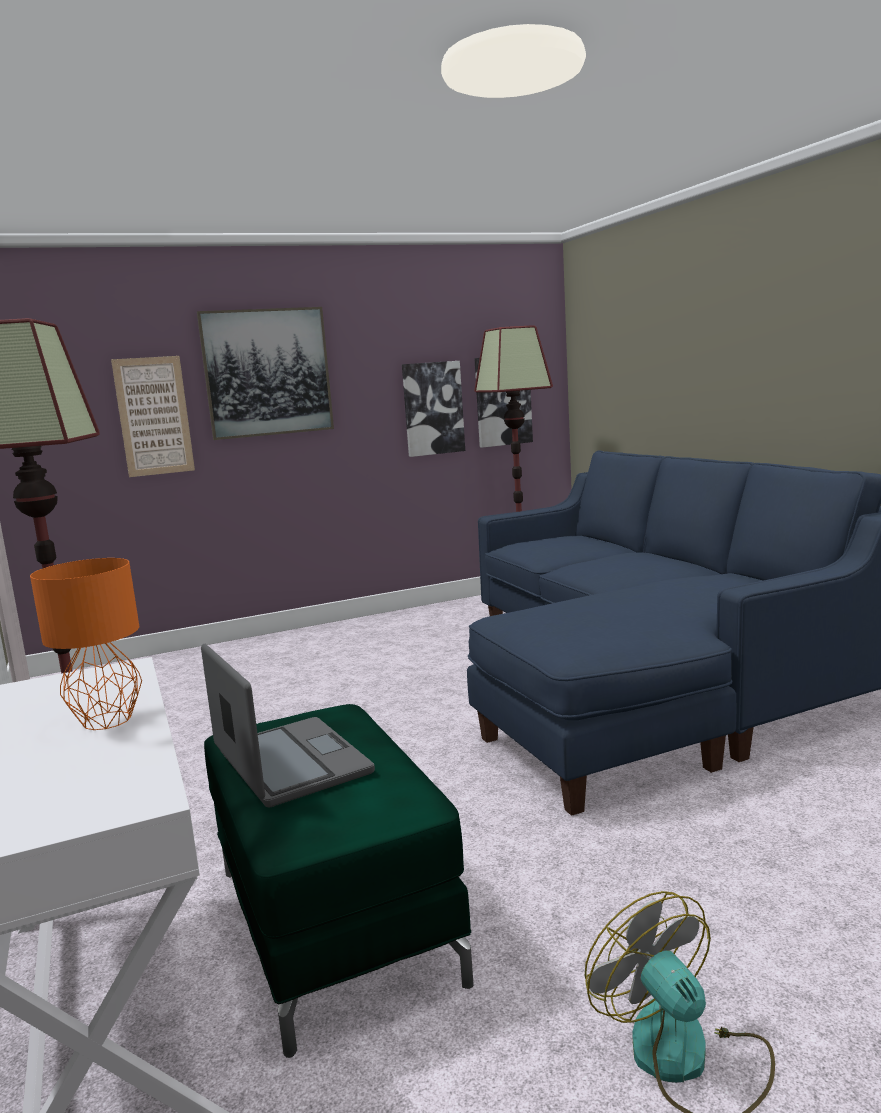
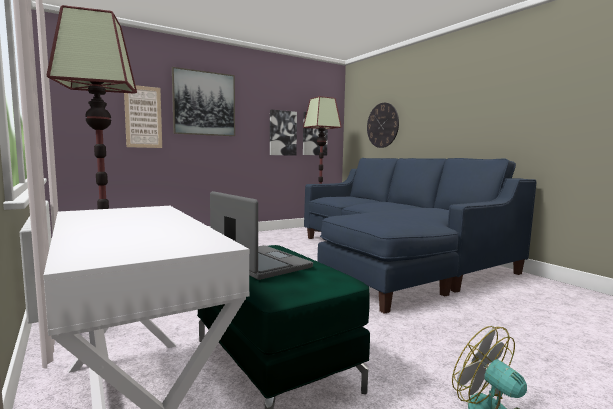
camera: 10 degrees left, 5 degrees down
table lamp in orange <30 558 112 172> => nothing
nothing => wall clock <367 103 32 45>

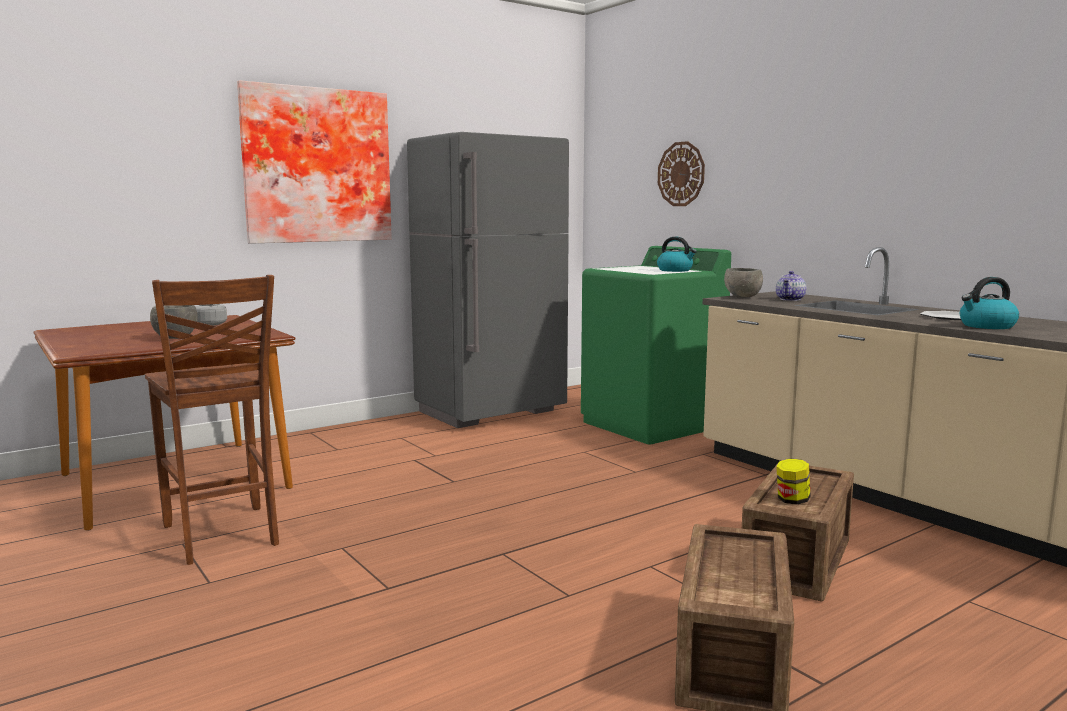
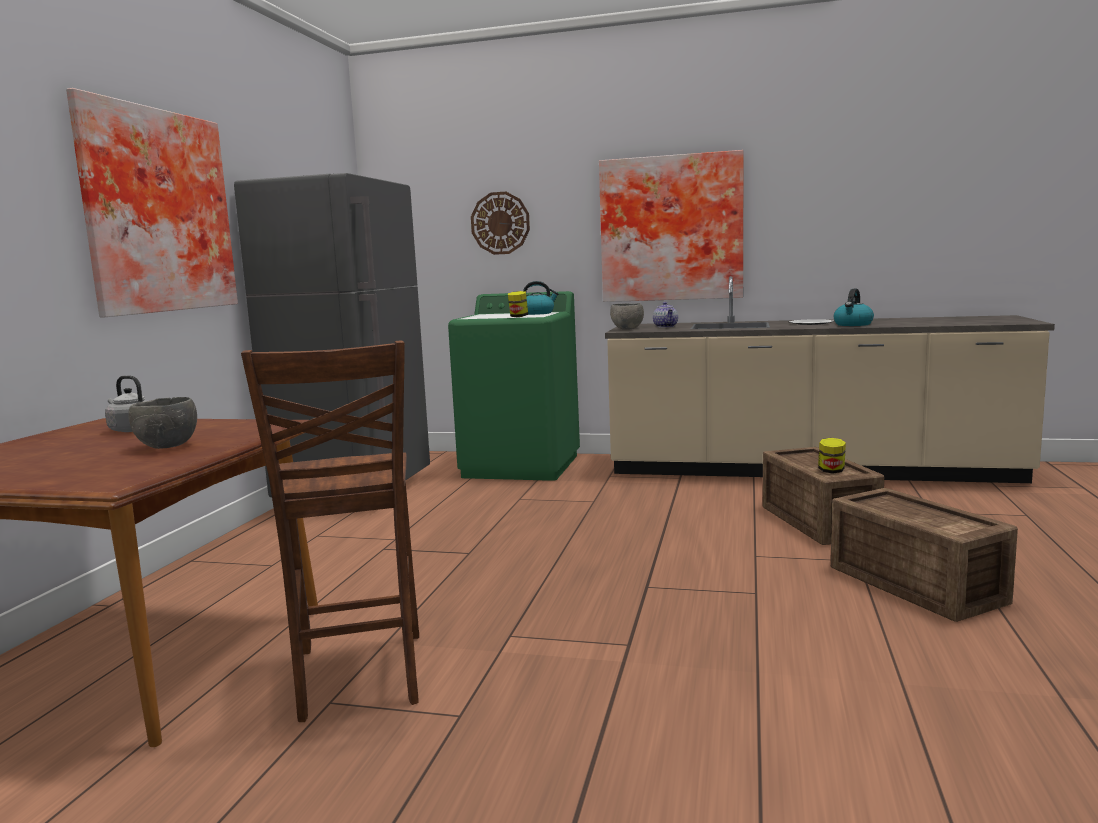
camera: 40 degrees left, 0 degrees up
nothing => jar <508 291 20 26>
nothing => picture <599 150 145 152>
chair in brown <145 275 134 290> => chair in brown <241 341 178 381>, 60 degrees clockwise

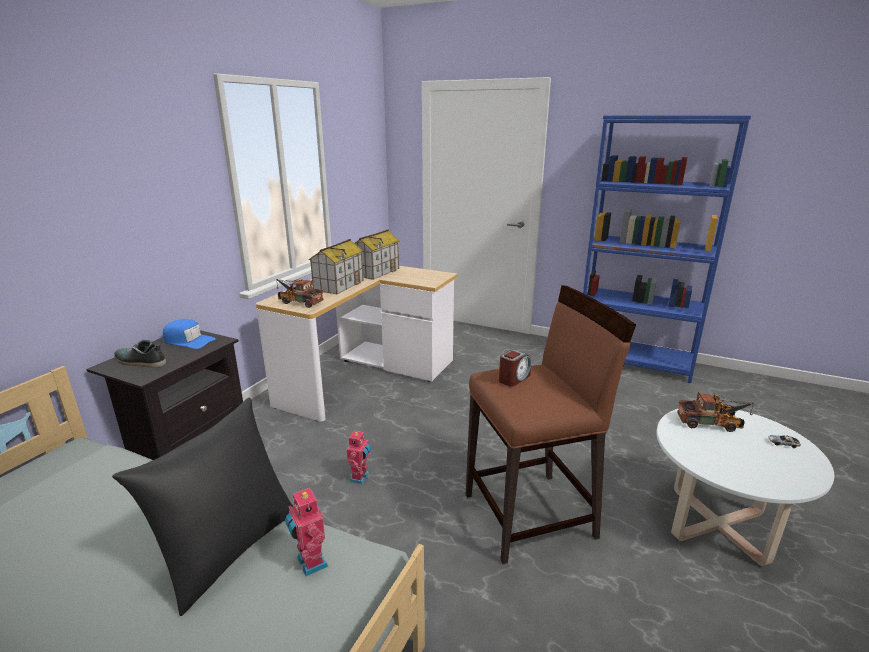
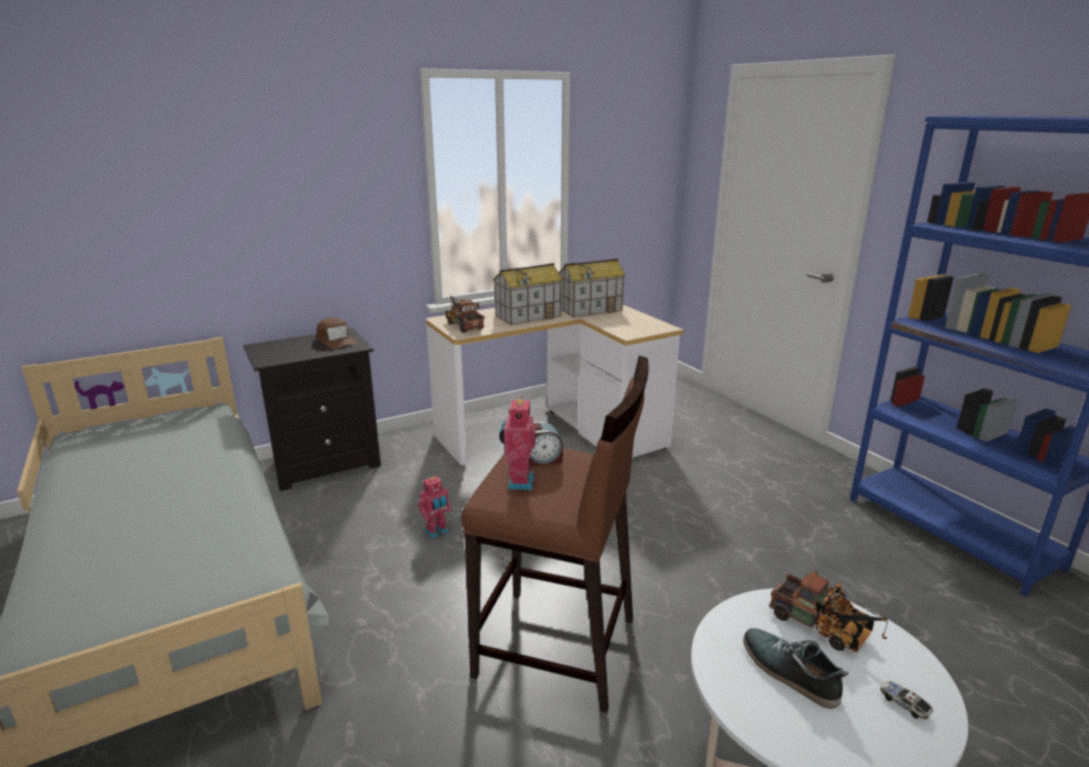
camera: 35 degrees right, 0 degrees up
pillow in black <112 398 181 218> => nothing
shoe <114 340 52 28> => shoe <743 628 106 81>, shifted
toy robot <285 487 43 89> => toy robot <499 396 36 94>, shifted
cap in blue <163 319 53 30> => cap in brown <317 318 40 31>

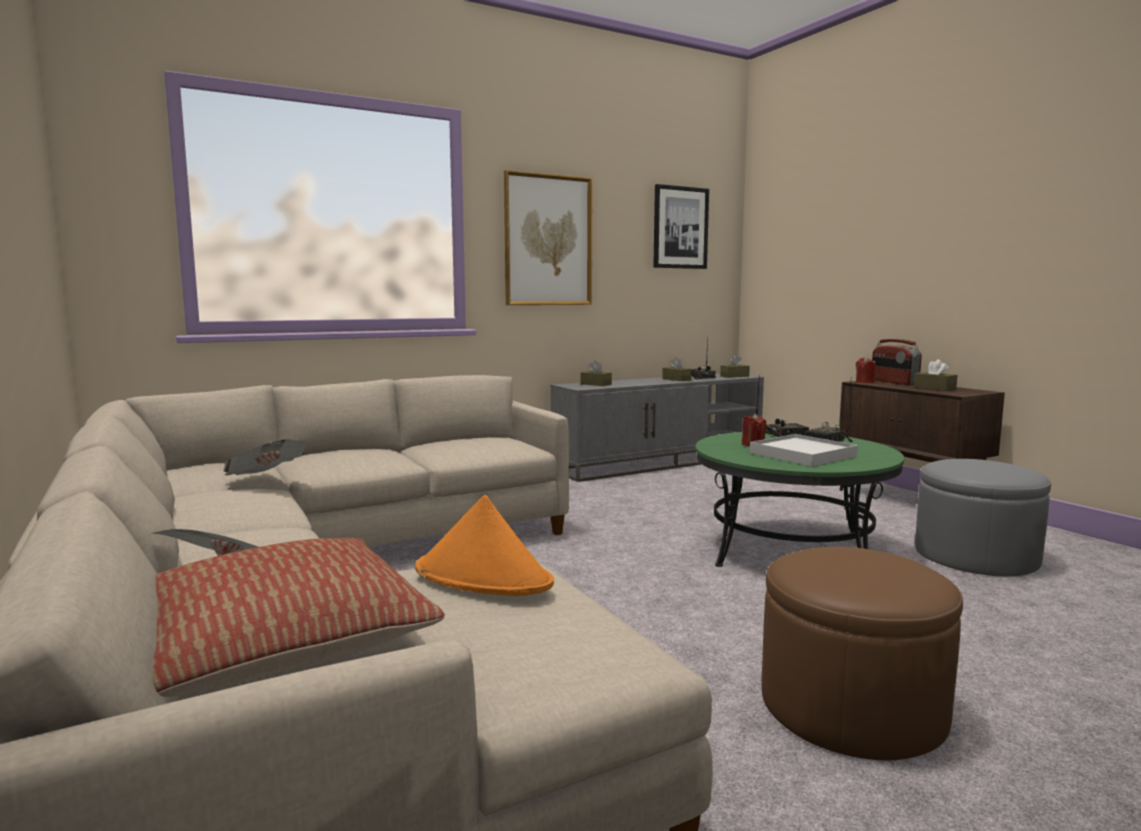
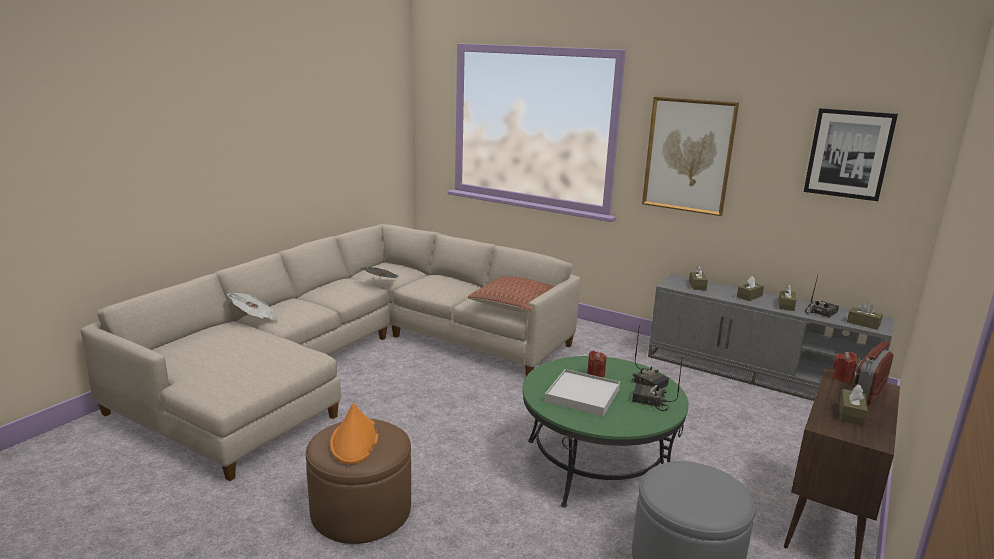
camera: 60 degrees right, 10 degrees up
nothing => tissue box in brown <737 276 27 25>
pillow <152 538 293 159> => pillow <468 276 87 36>, shifted
hat in orange <415 495 139 101> => hat in orange <330 403 48 61>, shifted

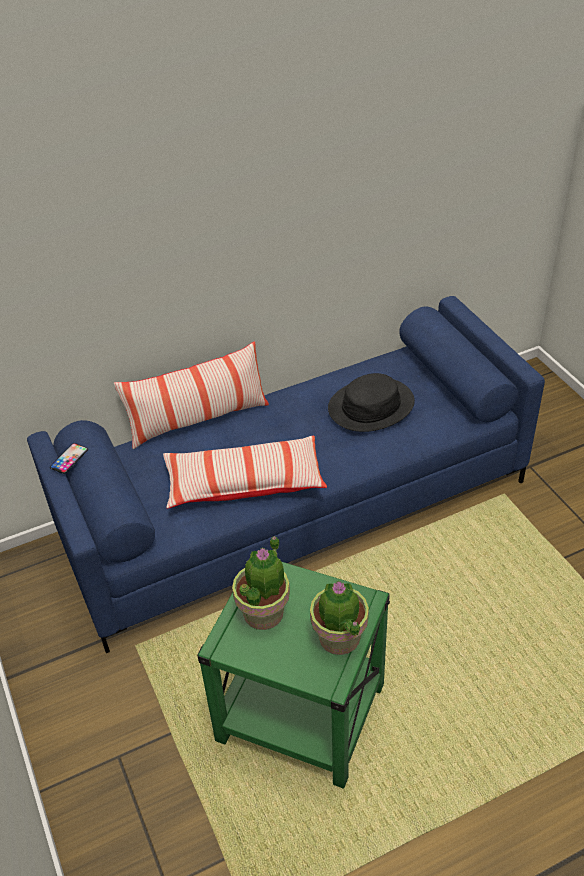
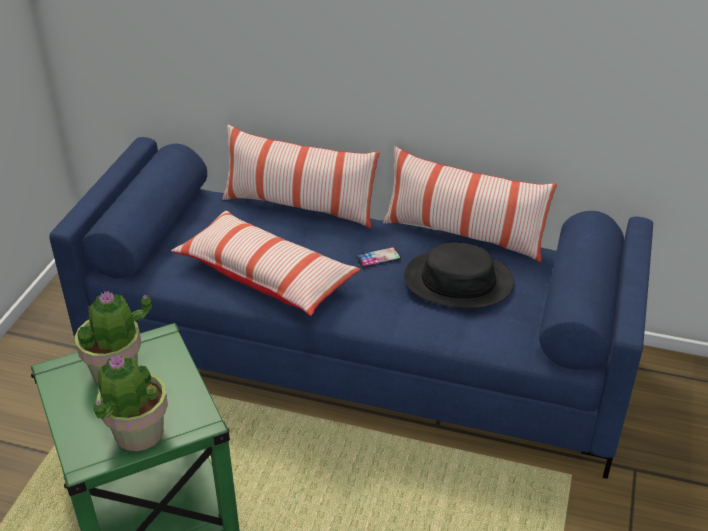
camera: 40 degrees right, 5 degrees down
nothing => pillow <383 146 174 116>
phone <50 443 38 31> => phone <356 247 45 21>, shifted

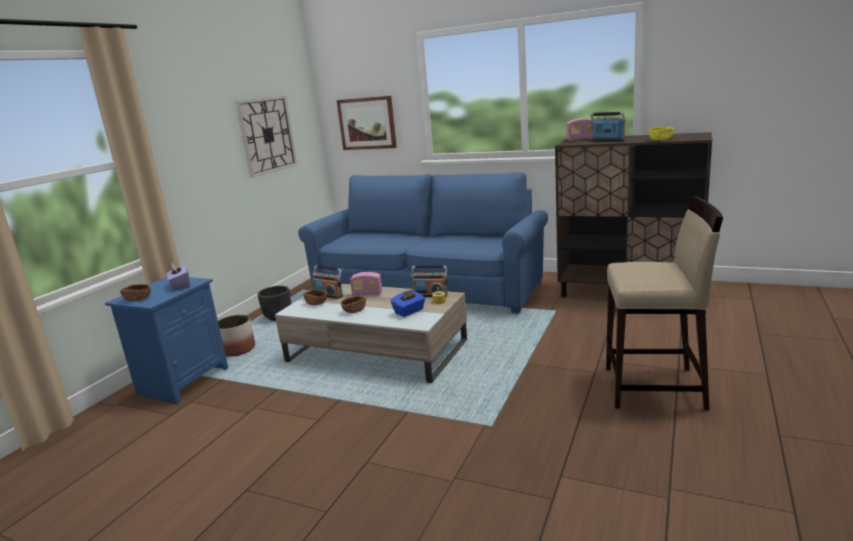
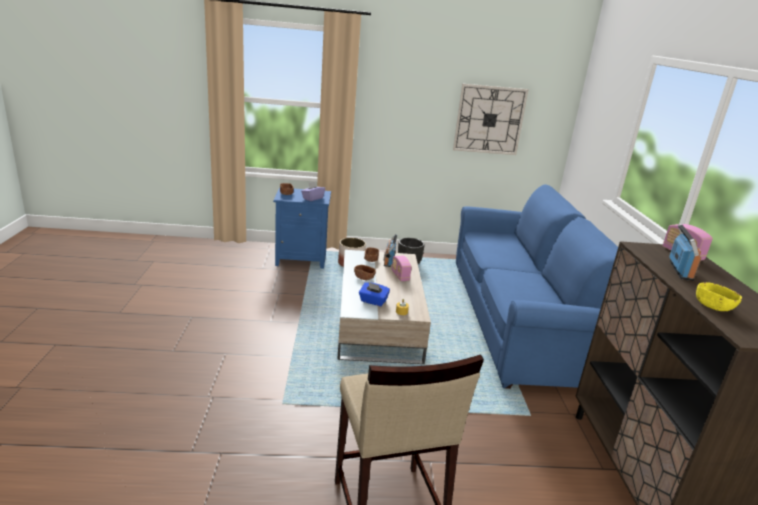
camera: 60 degrees right, 5 degrees up
picture <337 96 60 54> => nothing
radio <411 266 37 31> => nothing

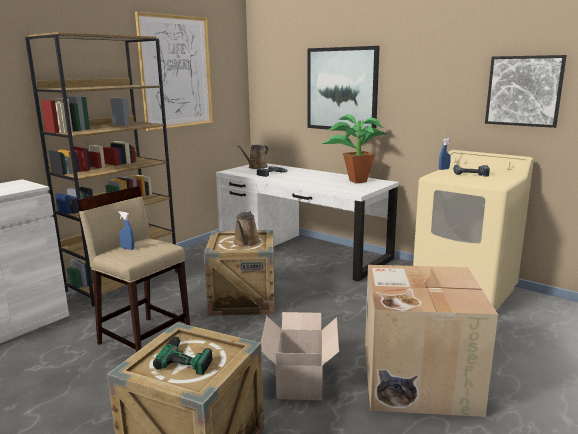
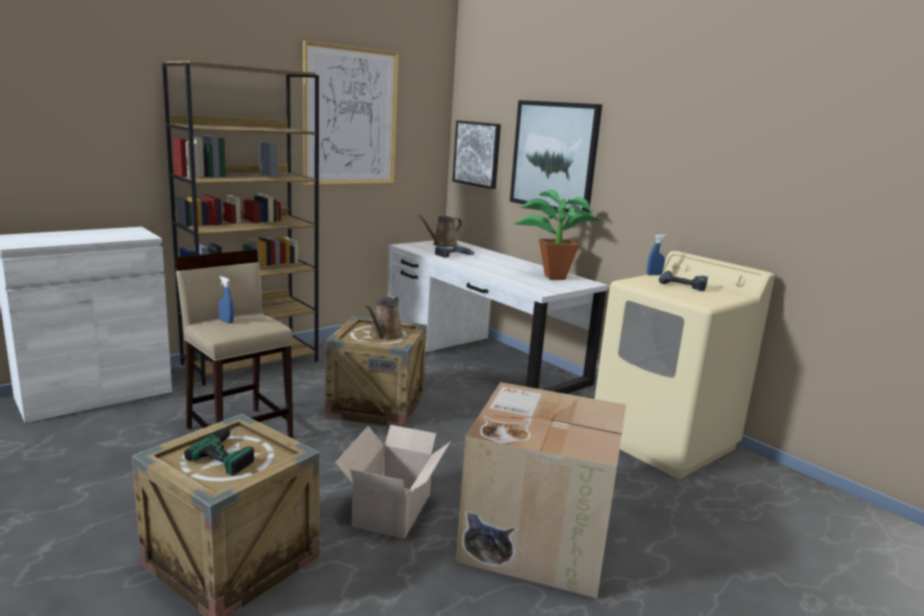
camera: 10 degrees right, 0 degrees up
picture <485 55 82 73> => picture <453 120 48 69>, shifted

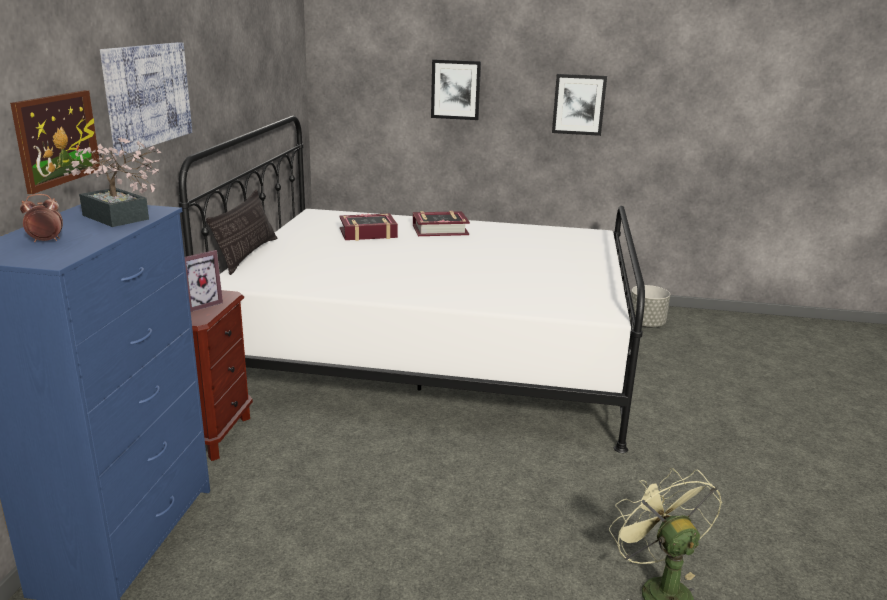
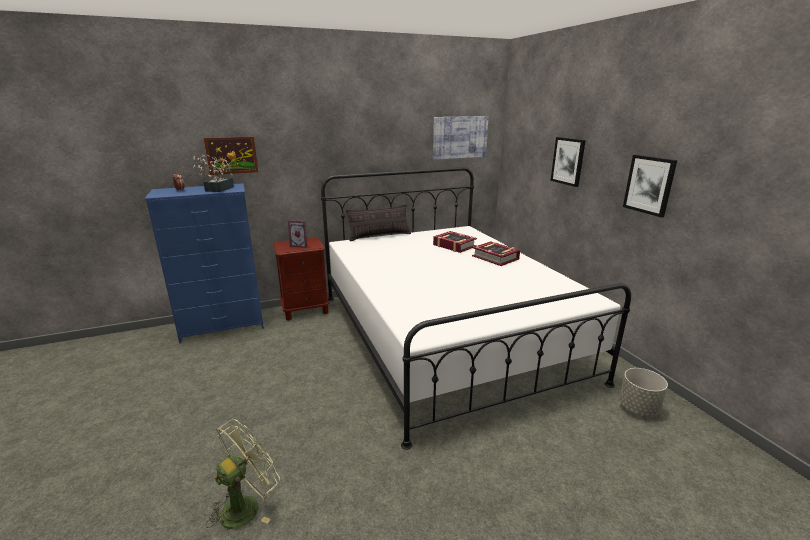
camera: 60 degrees right, 0 degrees up
picture <100 42 92 114> => picture <433 116 56 44>, shifted

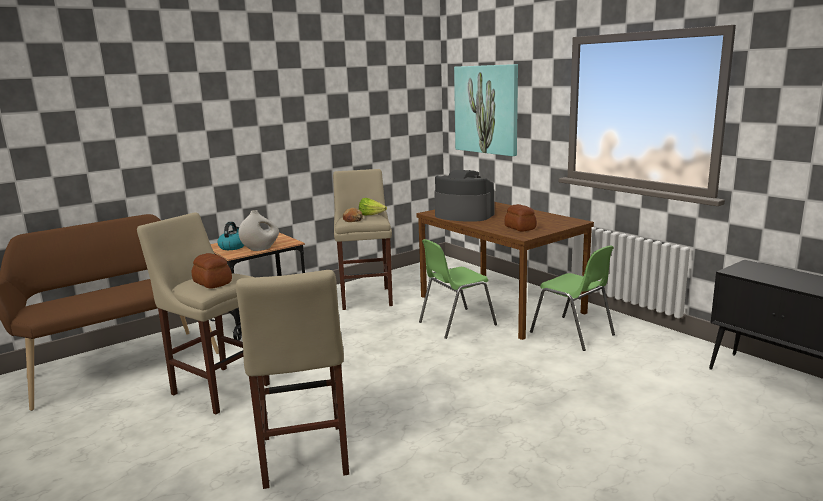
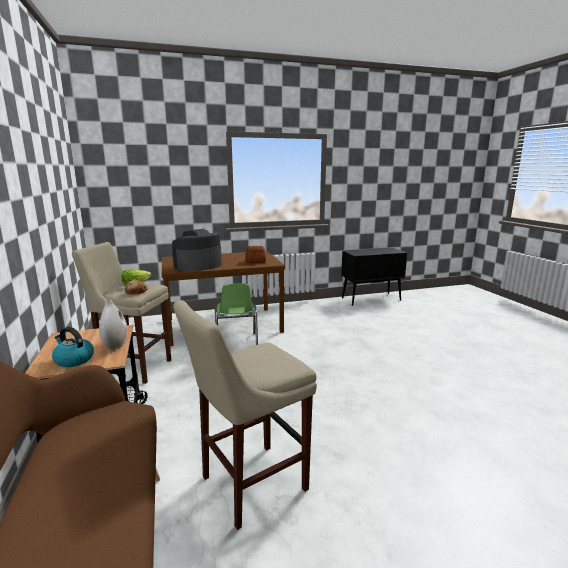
camera: 70 degrees left, 0 degrees up
bread <191 253 41 36> => nothing
stool in beige <236 270 113 219> => nothing
picture <454 64 64 92> => nothing
chair in green <530 246 85 105> => nothing

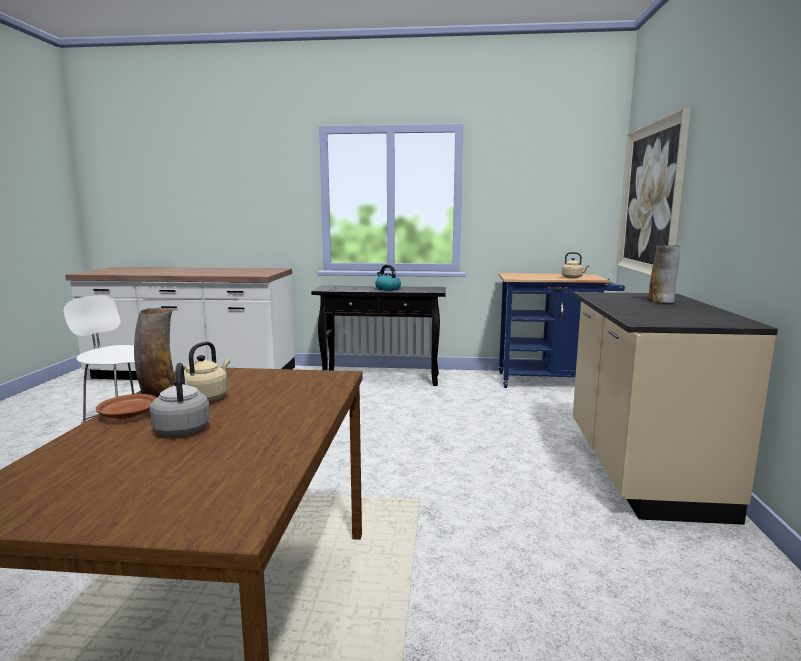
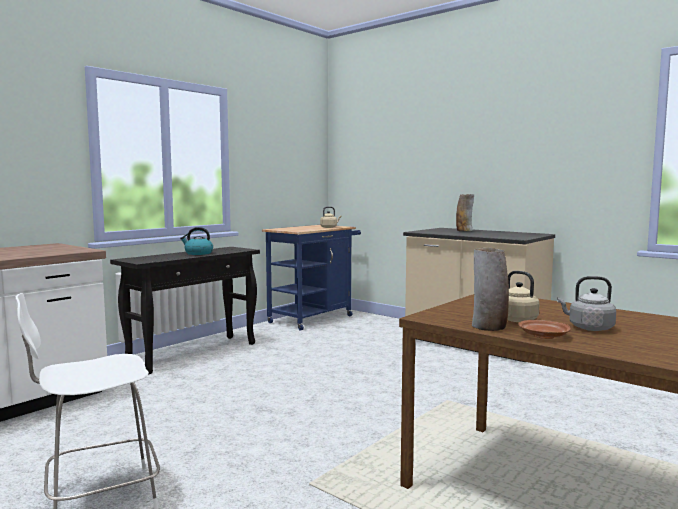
camera: 55 degrees left, 5 degrees down
picture <616 108 75 168> => nothing

